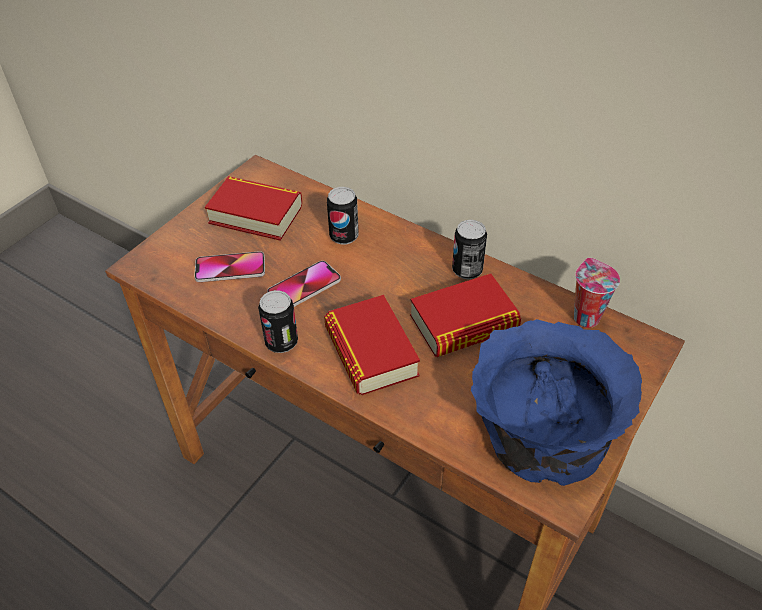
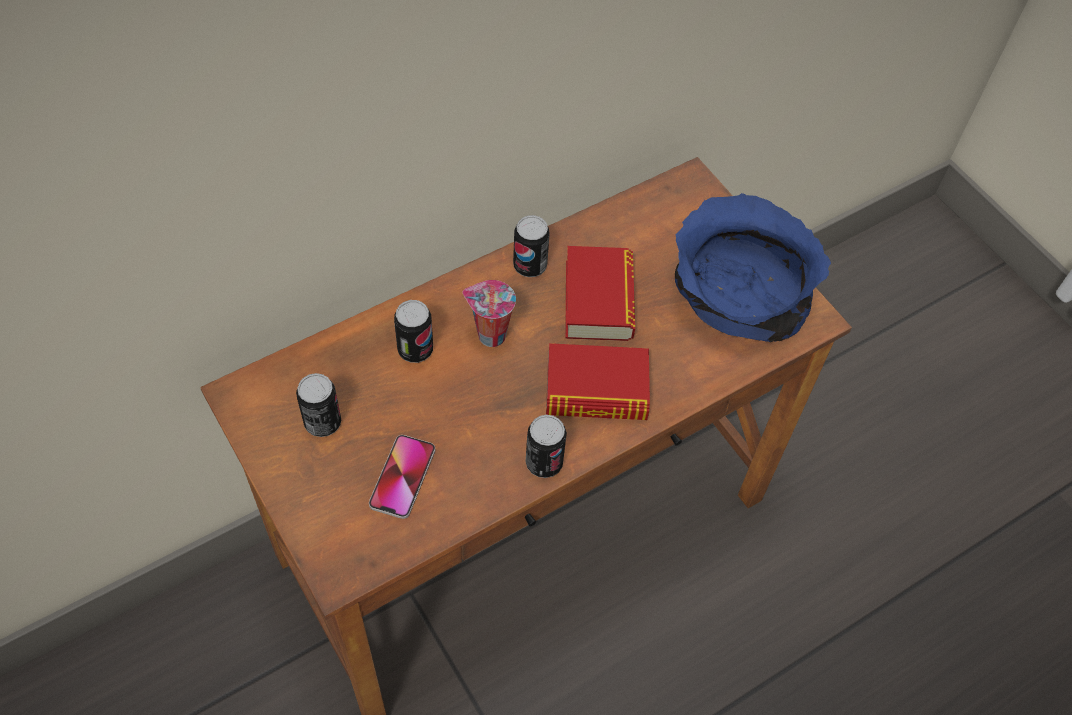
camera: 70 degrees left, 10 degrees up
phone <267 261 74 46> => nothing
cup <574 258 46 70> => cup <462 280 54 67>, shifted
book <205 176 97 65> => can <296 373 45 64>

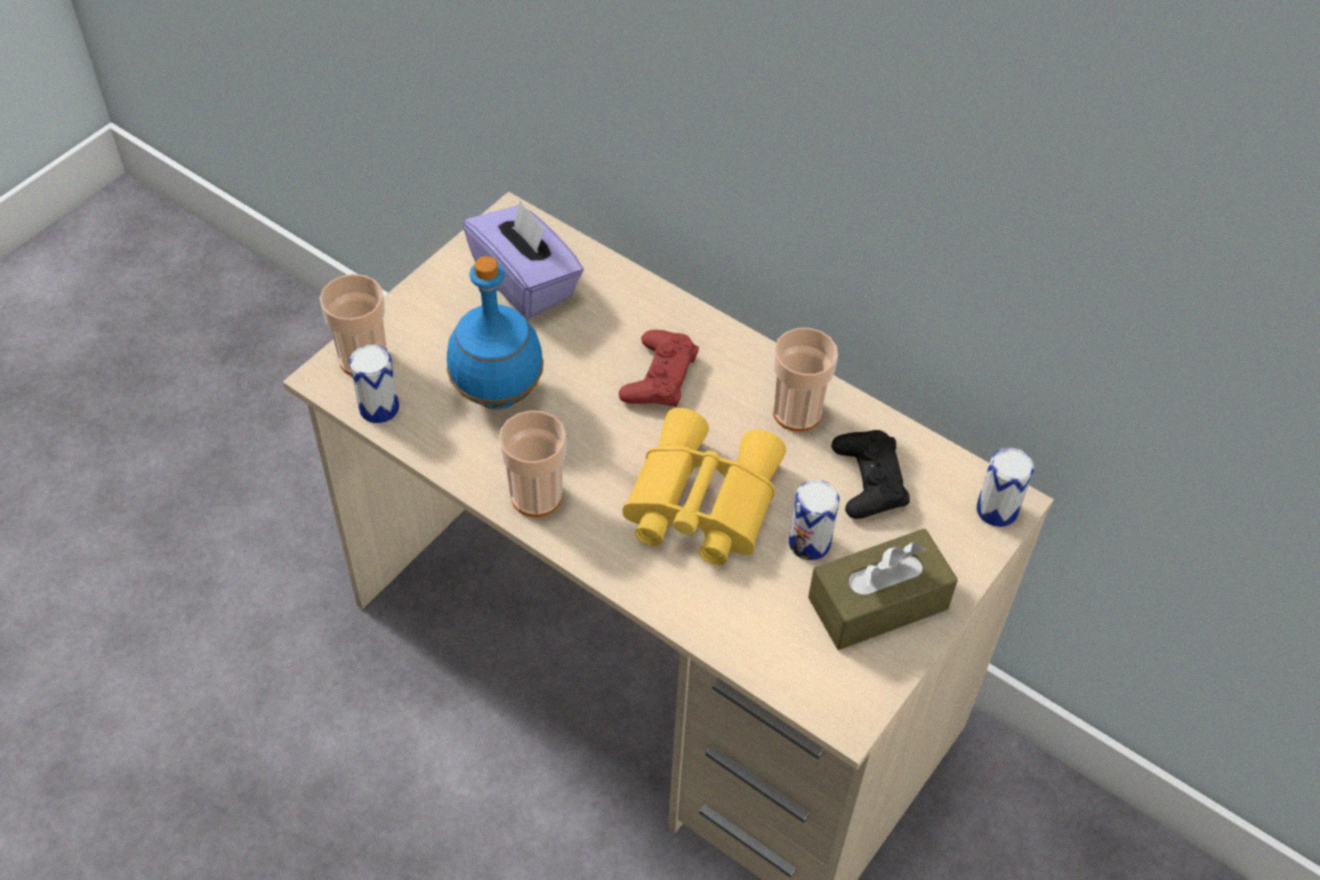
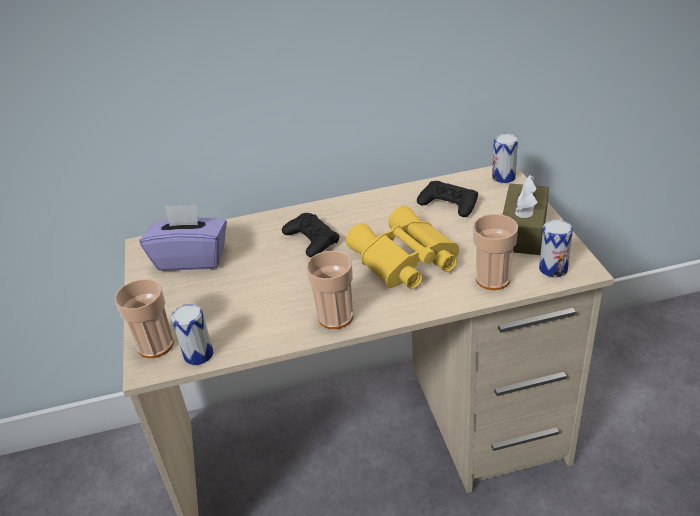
camera: 45 degrees left, 15 degrees down
bottle in blue <447 256 97 154> => nothing
cup <773 328 65 103> => cup <473 214 45 76>, shifted
can <789 480 51 80> => can <539 220 34 58>, shifted
game controller in red <619 330 80 77> => game controller in black <282 213 57 44>

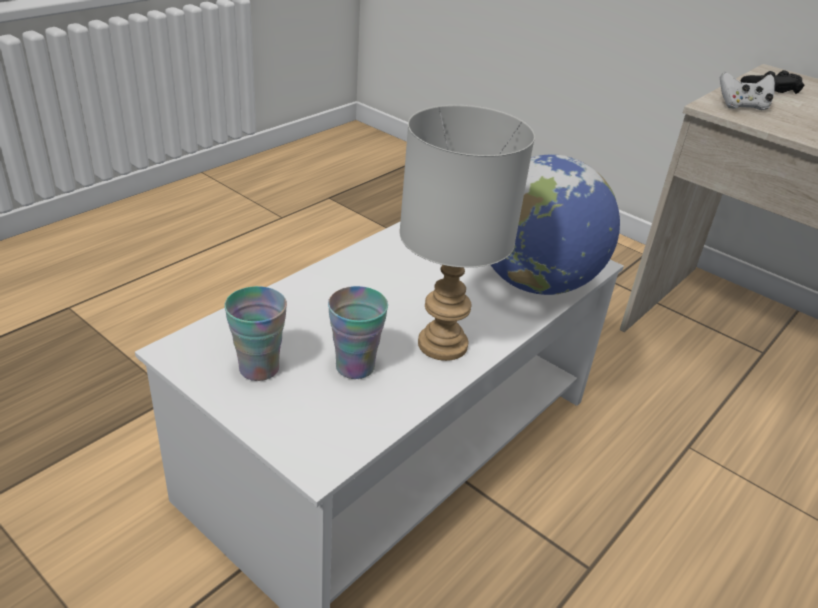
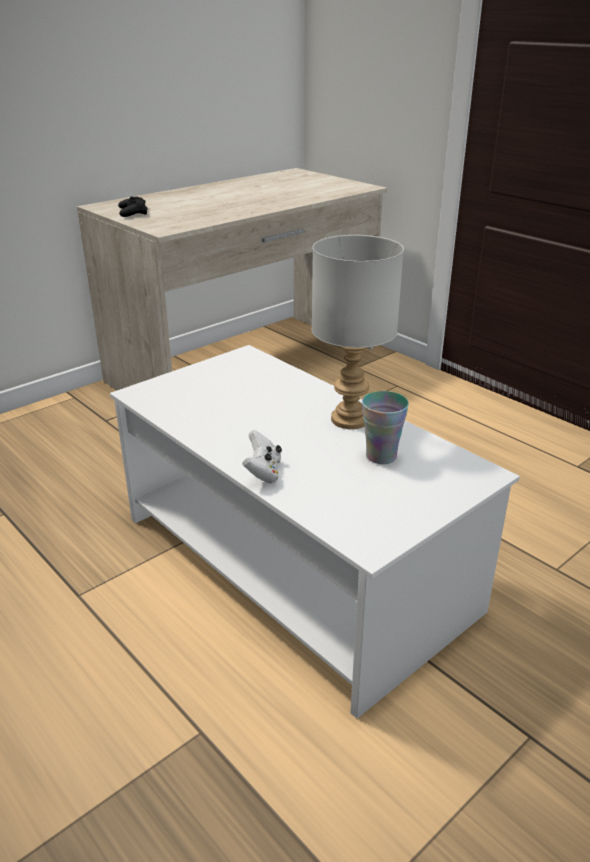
camera: 80 degrees left, 5 degrees down
cup <224 286 63 95> => nothing
globe <491 154 129 141> => nothing
game controller in white <720 72 55 38> => game controller in white <243 430 39 53>, shifted

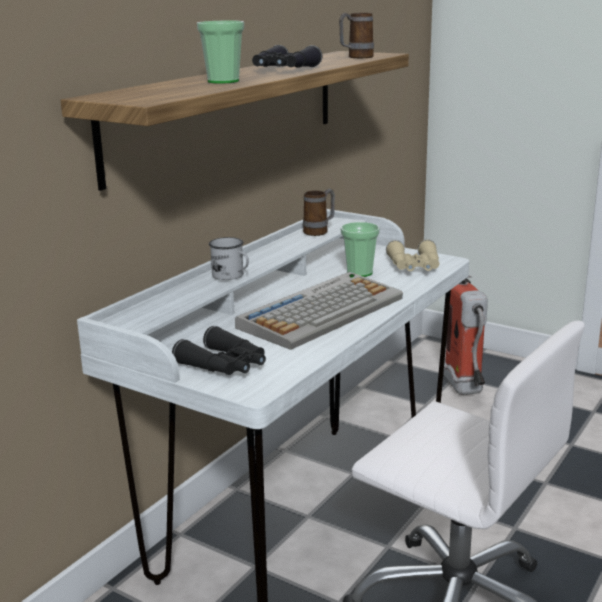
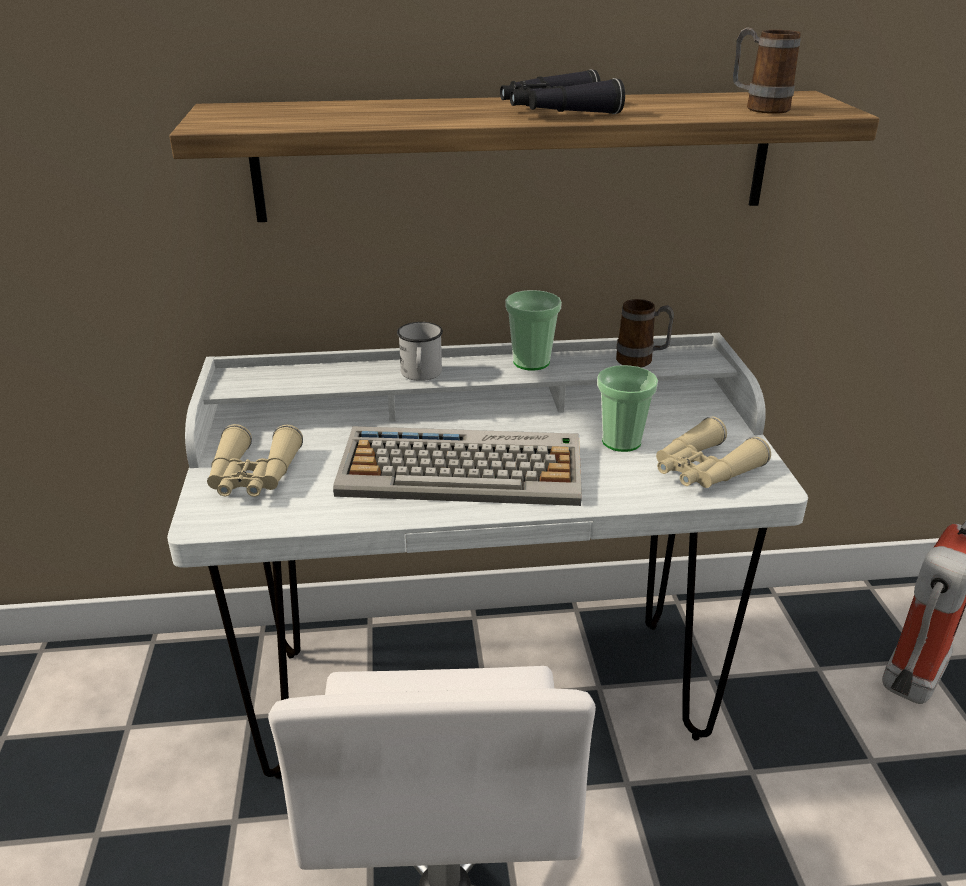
camera: 50 degrees right, 10 degrees up
cup <197 20 47 64> => cup <505 290 57 81>, shifted
binoculars in black <172 326 94 49> => binoculars in beige <207 424 96 73>

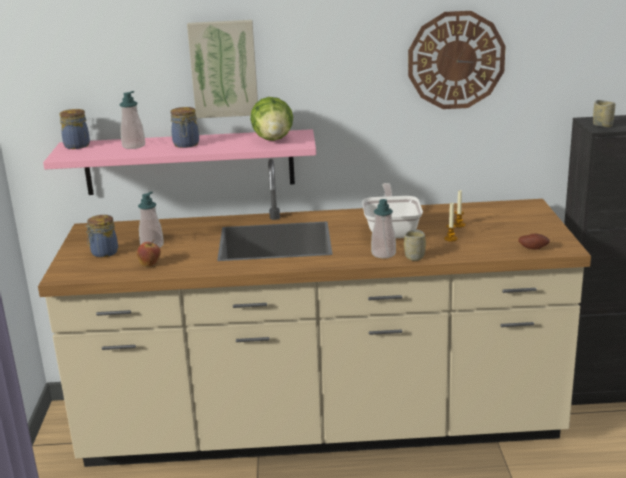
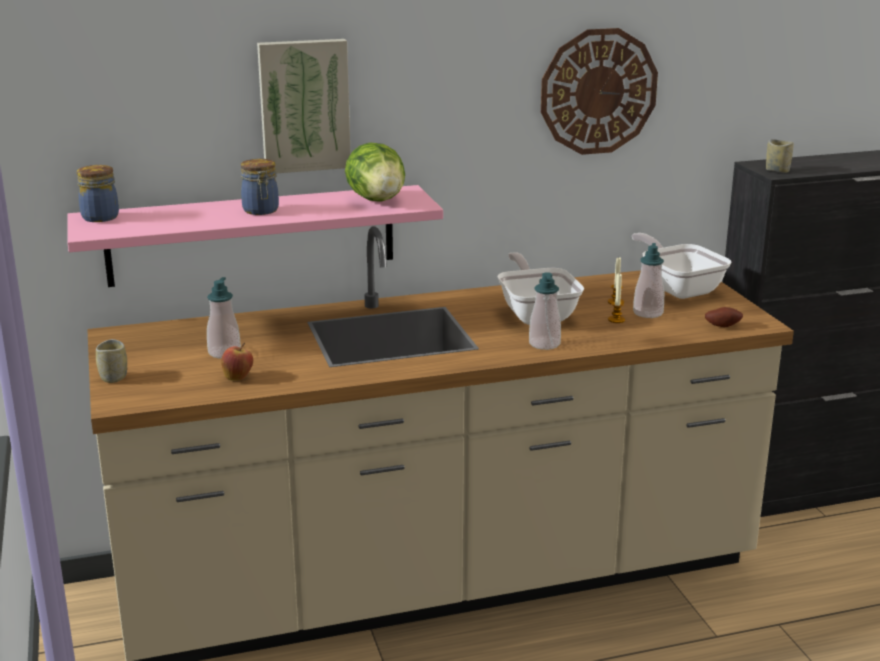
camera: 15 degrees left, 0 degrees up
jar <85 215 33 42> => nothing
nothing => frying pan <632 233 100 66>
soap dispenser <120 91 25 58> => soap dispenser <633 243 31 75>, shifted
cup <404 229 22 32> => cup <96 339 31 44>, shifted

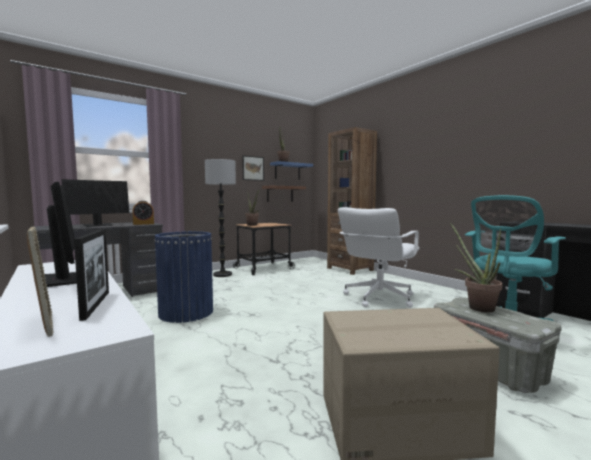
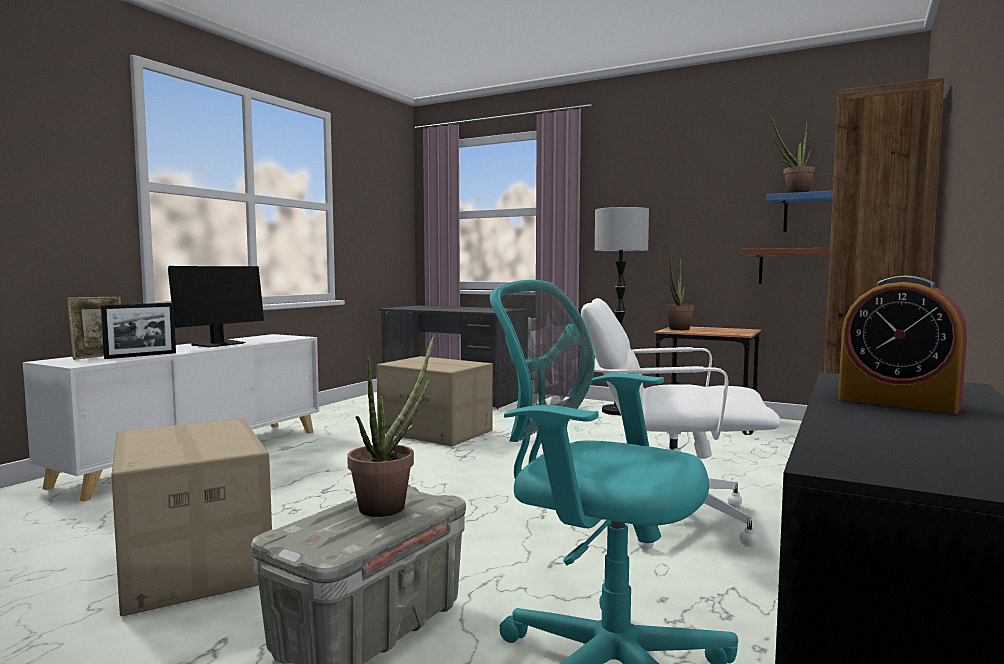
camera: 65 degrees right, 0 degrees up
monitor <61 179 68 48> => nothing
picture <242 155 22 26> => nothing
alarm clock <132 200 22 25> => alarm clock <838 275 129 138>, shifted
trash can in blue <154 231 59 92> => cardboard box <377 356 116 90>

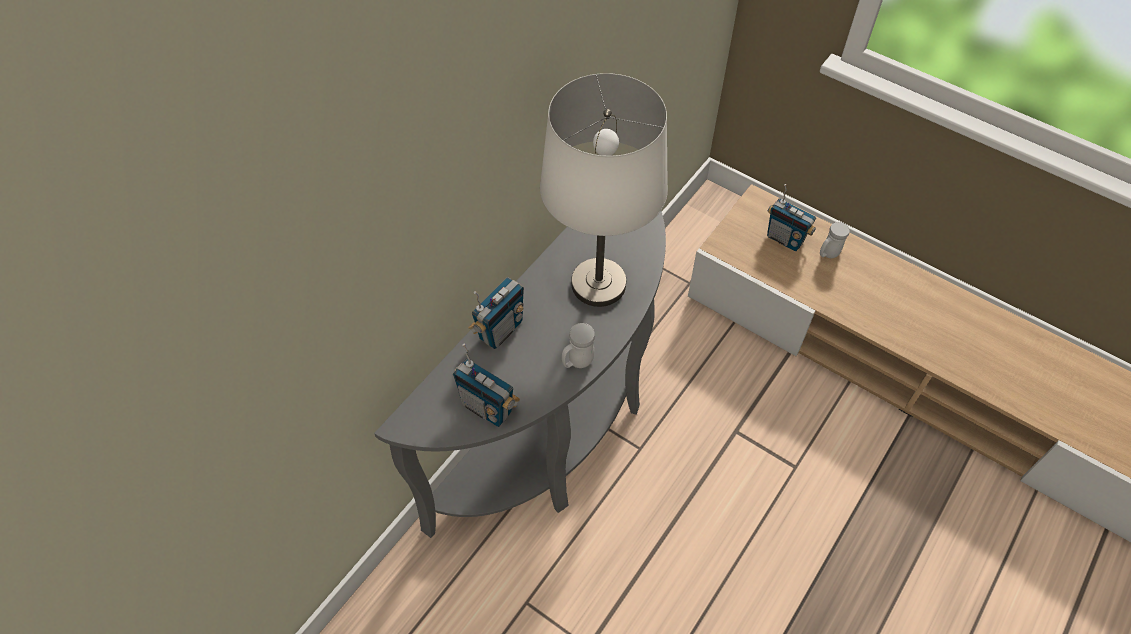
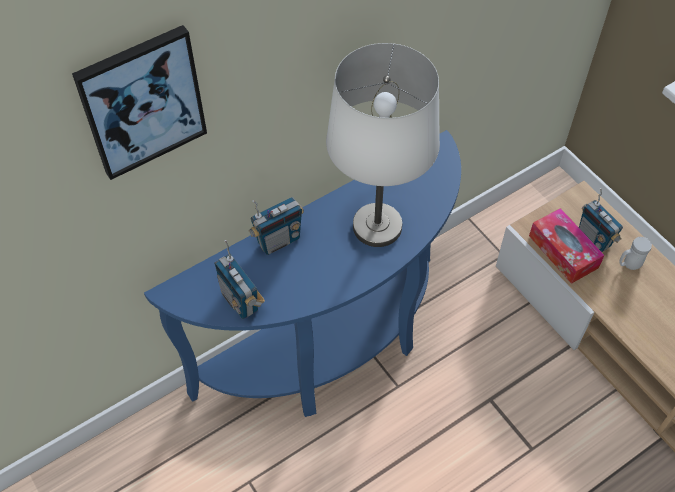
camera: 20 degrees right, 0 degrees up
mug in white <562 323 33 45> => nothing
nothing => picture <72 25 135 155>
nothing => tissue box <529 208 76 76>
console table in grey <374 211 292 327> => console table in blue <144 130 317 287>

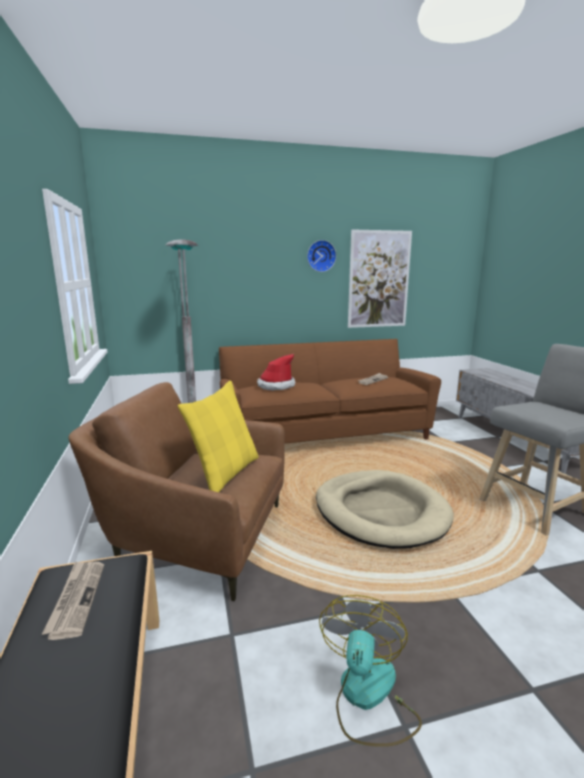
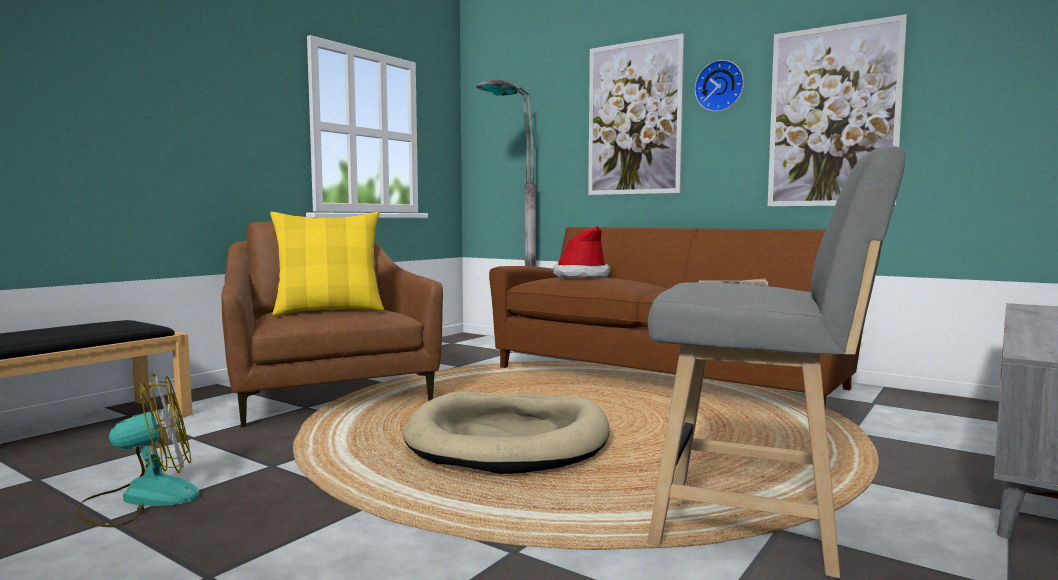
camera: 50 degrees right, 10 degrees down
newspaper <42 561 62 79> => nothing
nothing => picture <588 33 96 162>

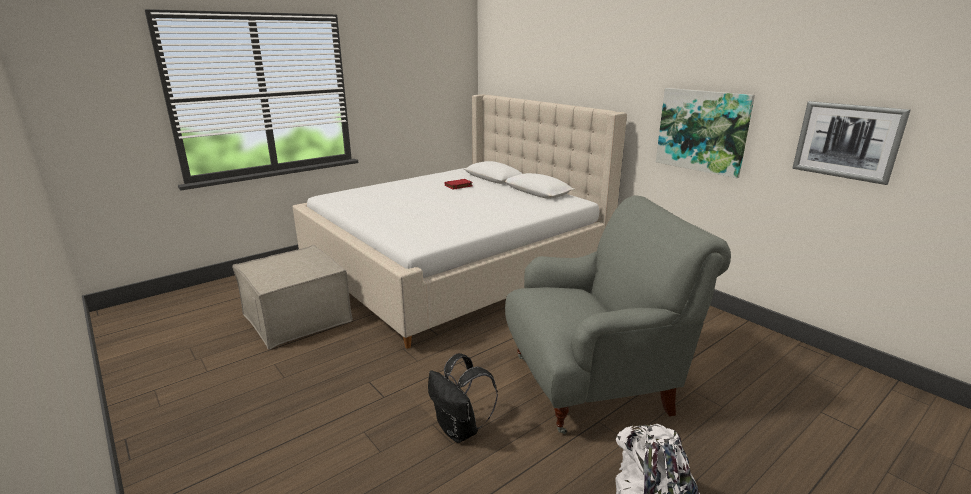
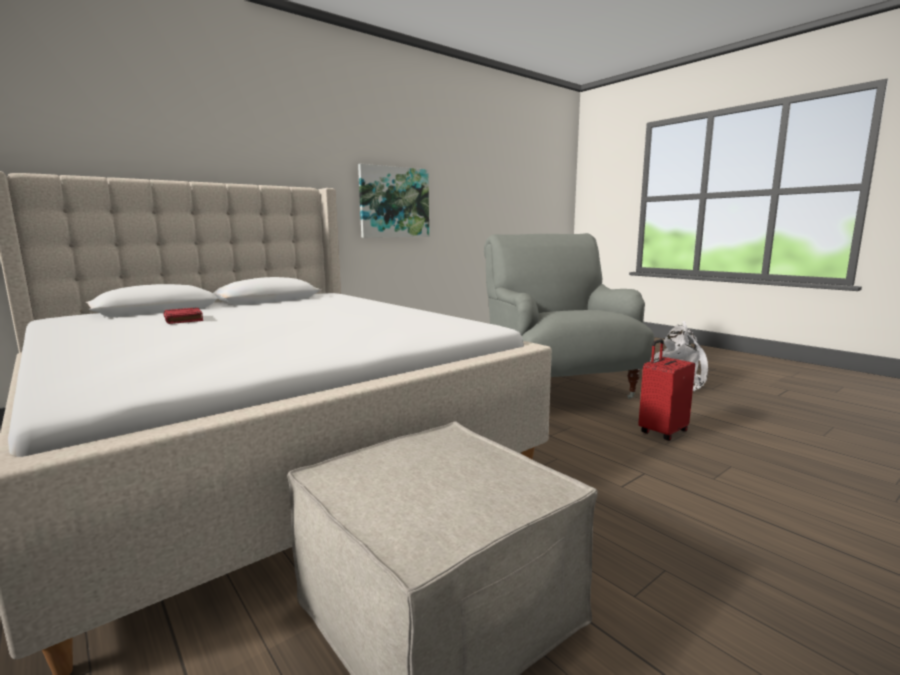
camera: 90 degrees left, 10 degrees down
picture <792 101 119 84> => nothing
backpack in black <428 353 70 90> => suitcase in red <638 339 57 102>

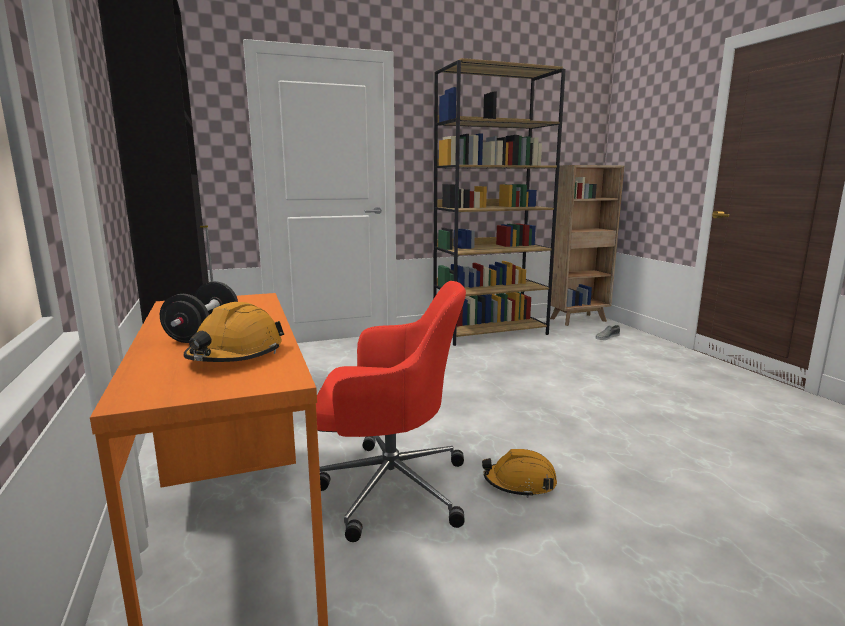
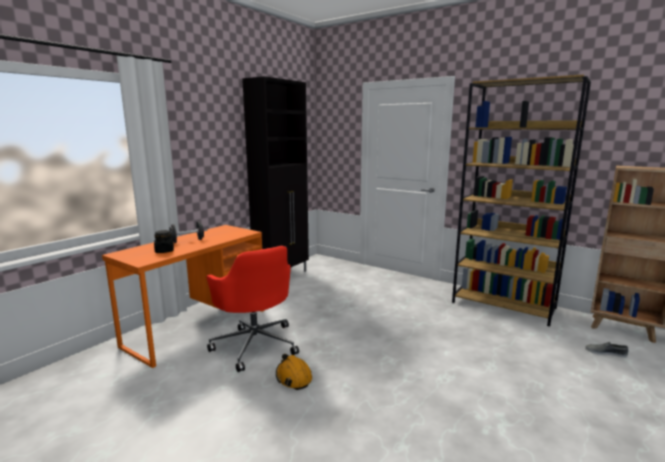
camera: 55 degrees right, 0 degrees up
hard hat in orange <184 302 100 60> => jar in black <154 230 20 23>

